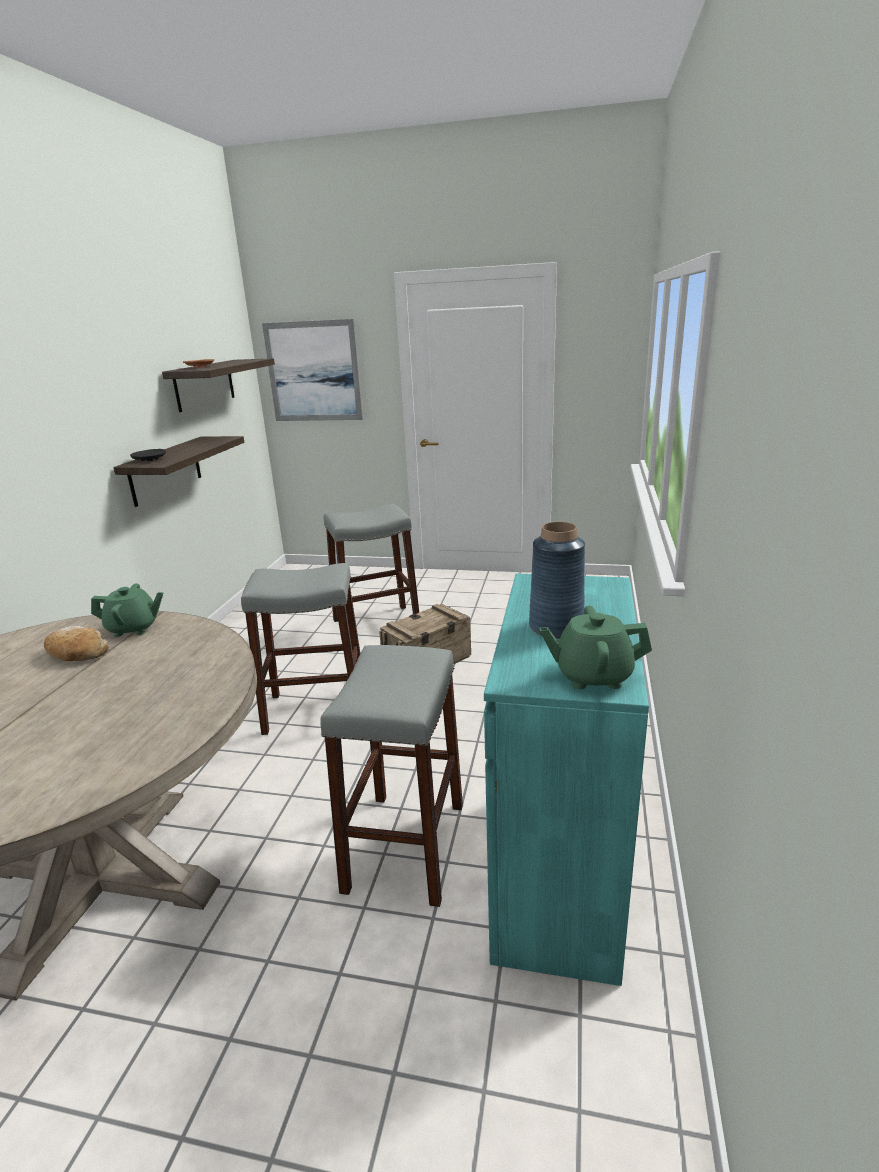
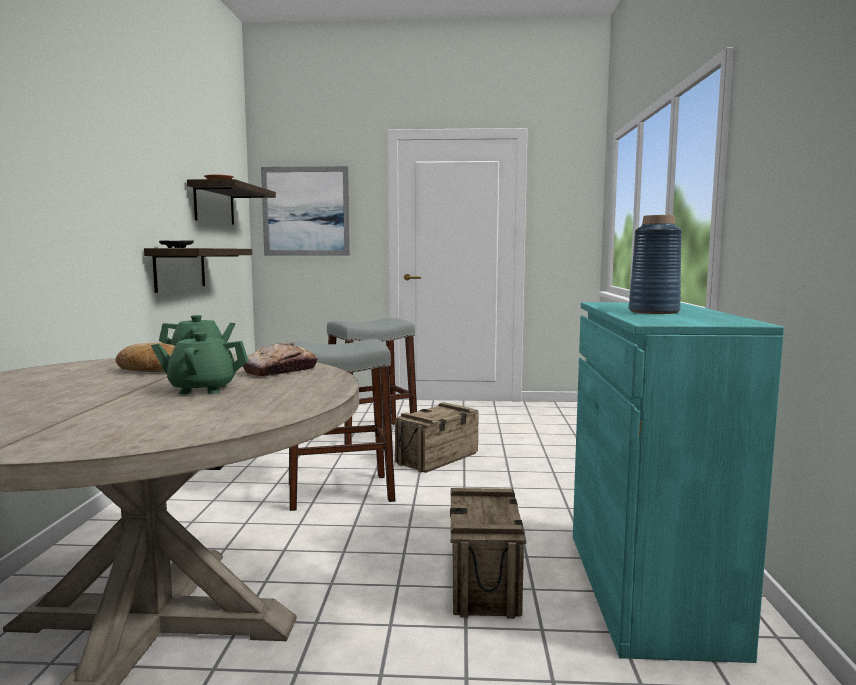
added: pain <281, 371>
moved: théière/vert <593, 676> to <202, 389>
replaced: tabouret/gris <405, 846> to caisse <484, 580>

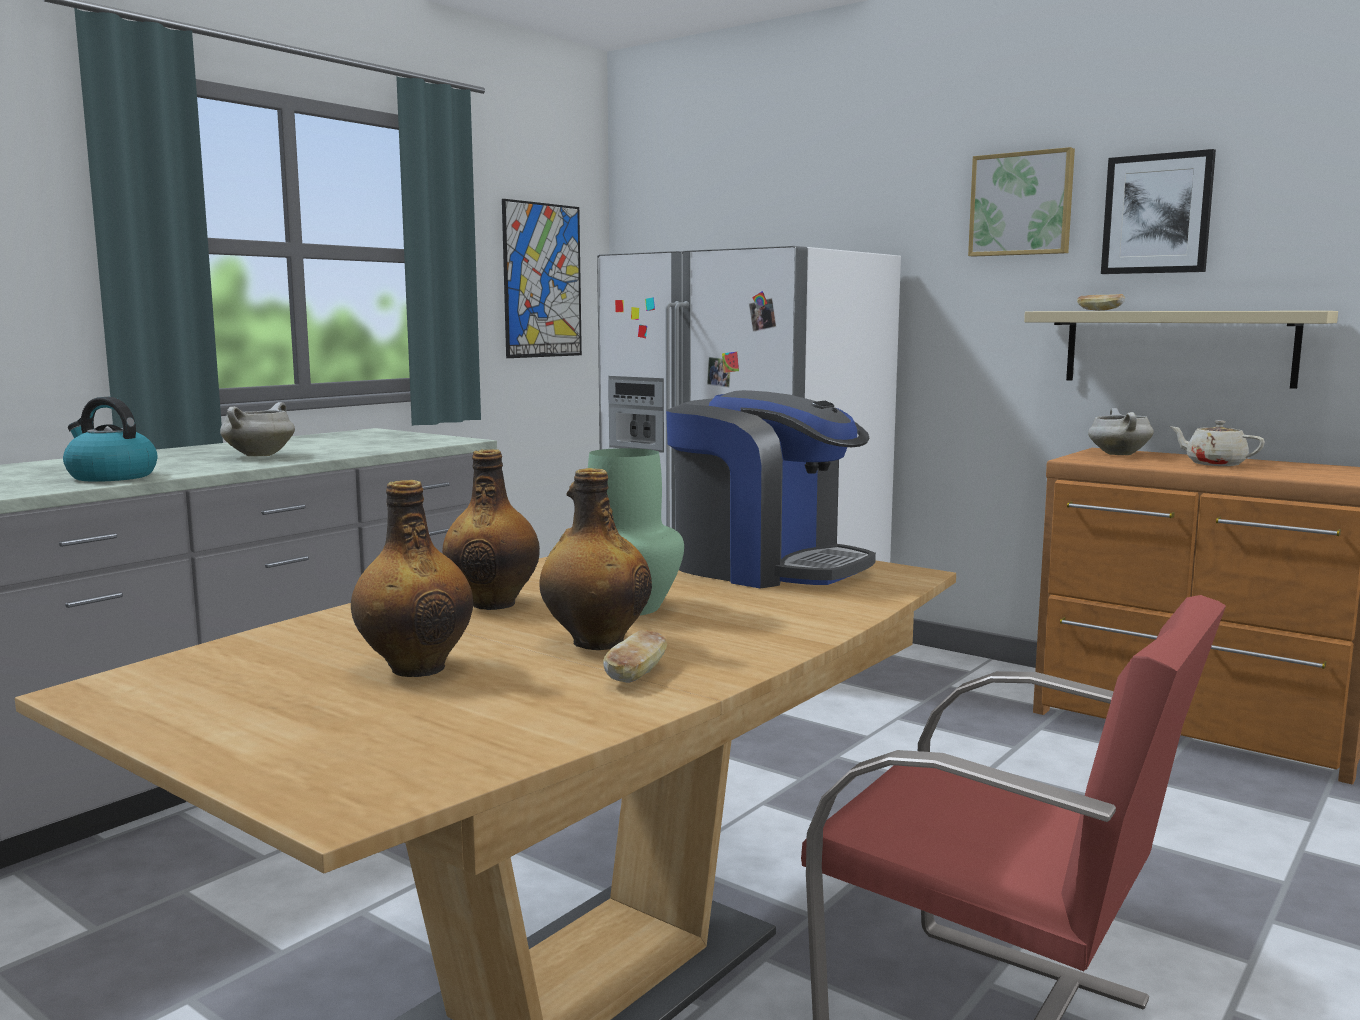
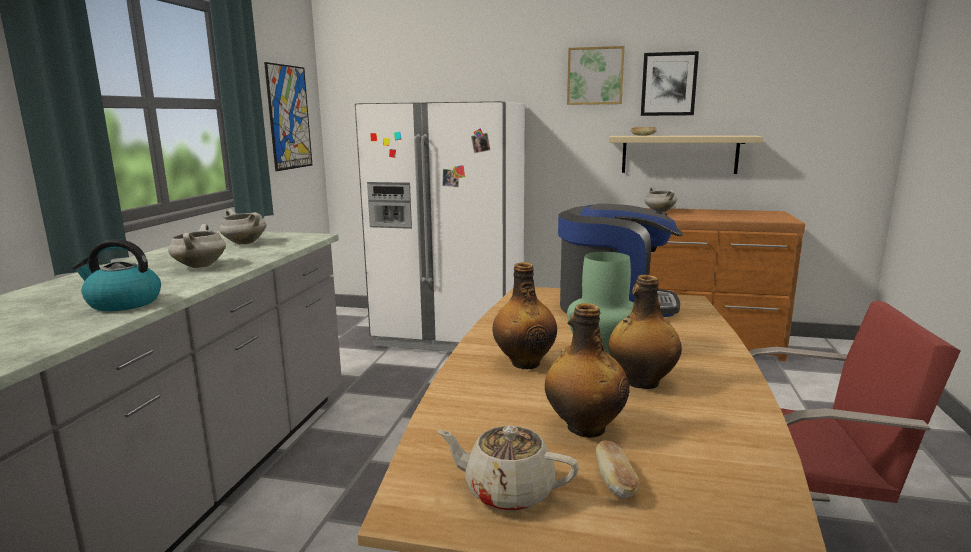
added: marmite/blanc <244, 243>
moved: pain <636, 675> to <615, 483>; théière/beige <1214, 464> to <507, 491>

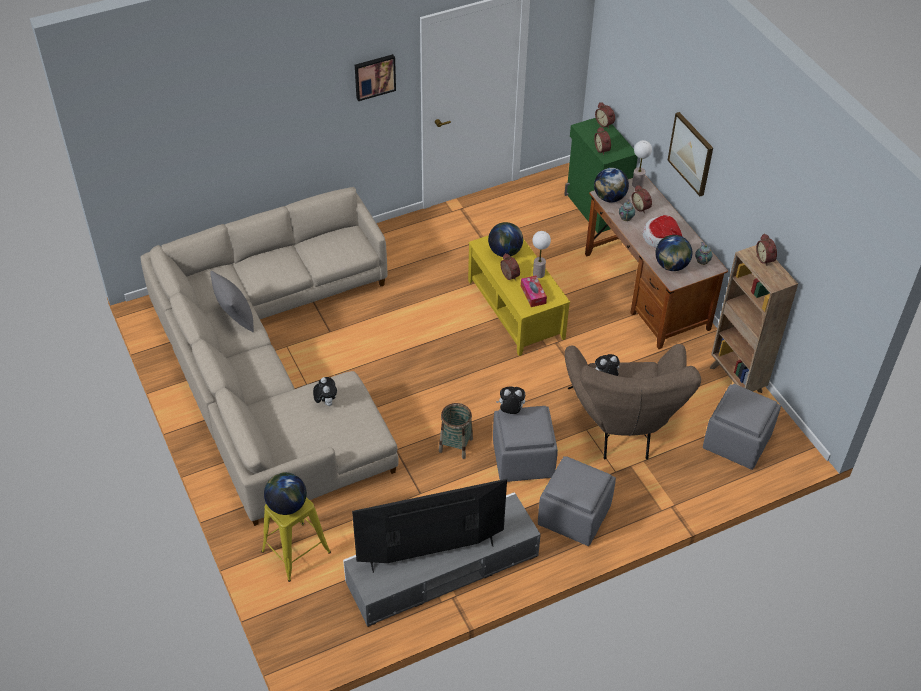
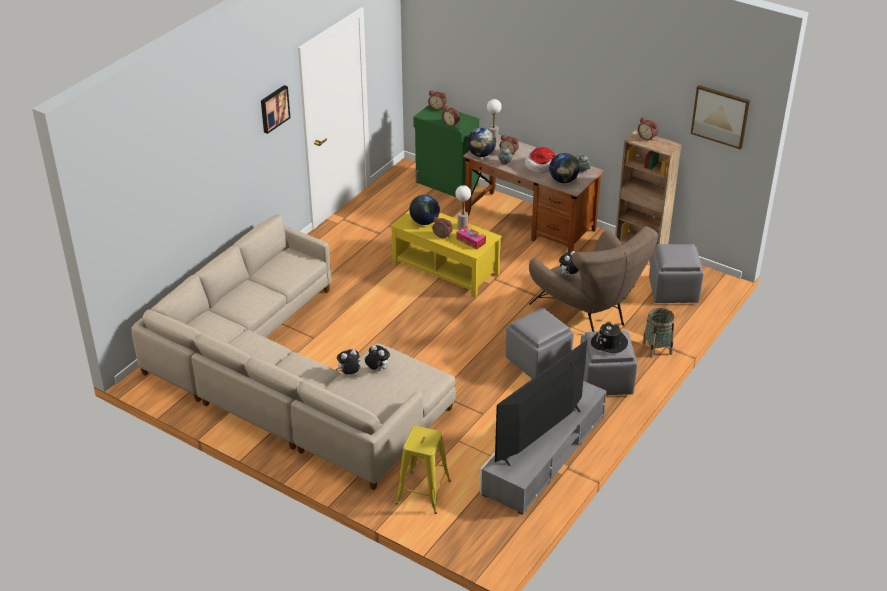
removed: coussin/gris <235, 319>; globe <287, 505>
added: chapeau/noir <609, 343>
moved: panier <455, 445> to <657, 348>; peluche <510, 411> to <349, 374>; tableau <691, 153> to <720, 116>

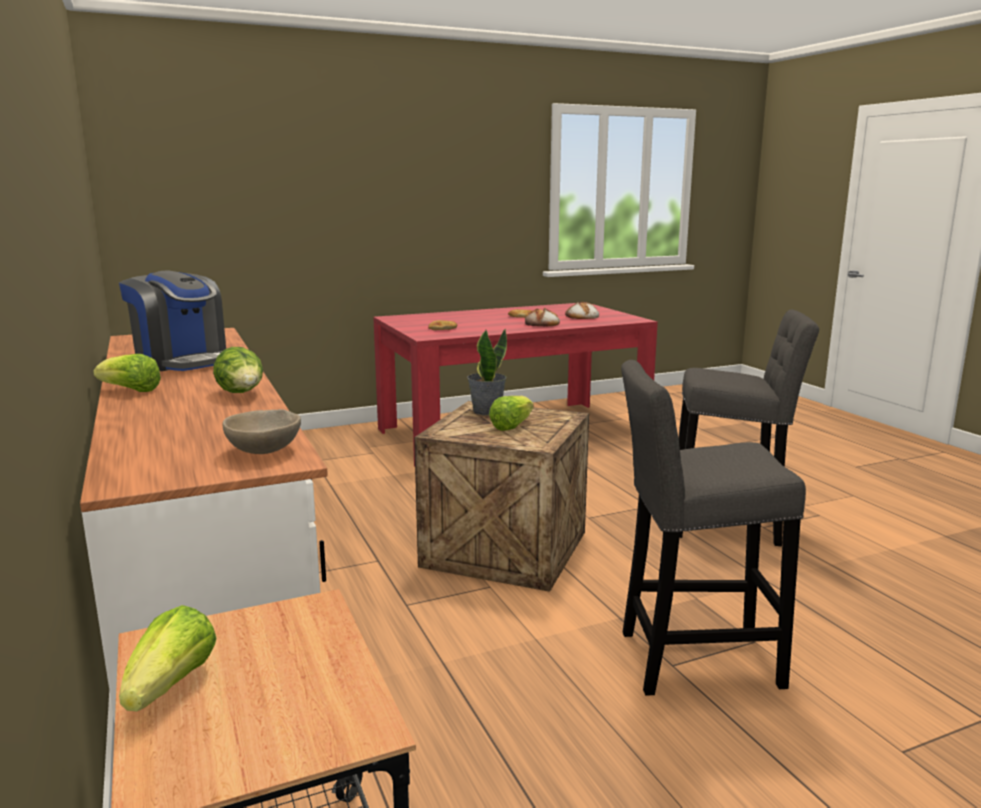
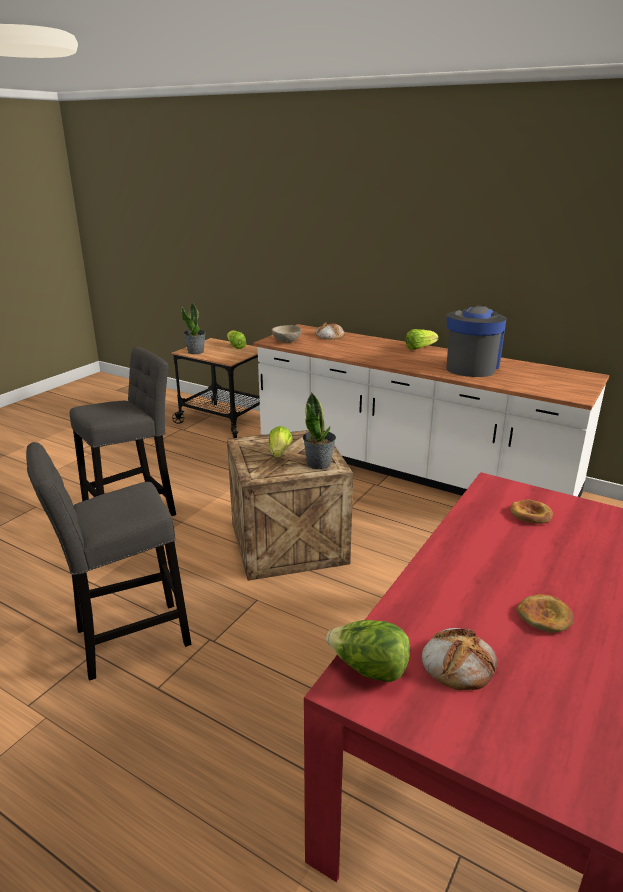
added: plante en pot <196, 352>
moved: laitue <242, 394> to <369, 669>; pain <542, 324> to <329, 335>
turned: machine à café <181, 361> = <471, 366> 105 degrees clockwise

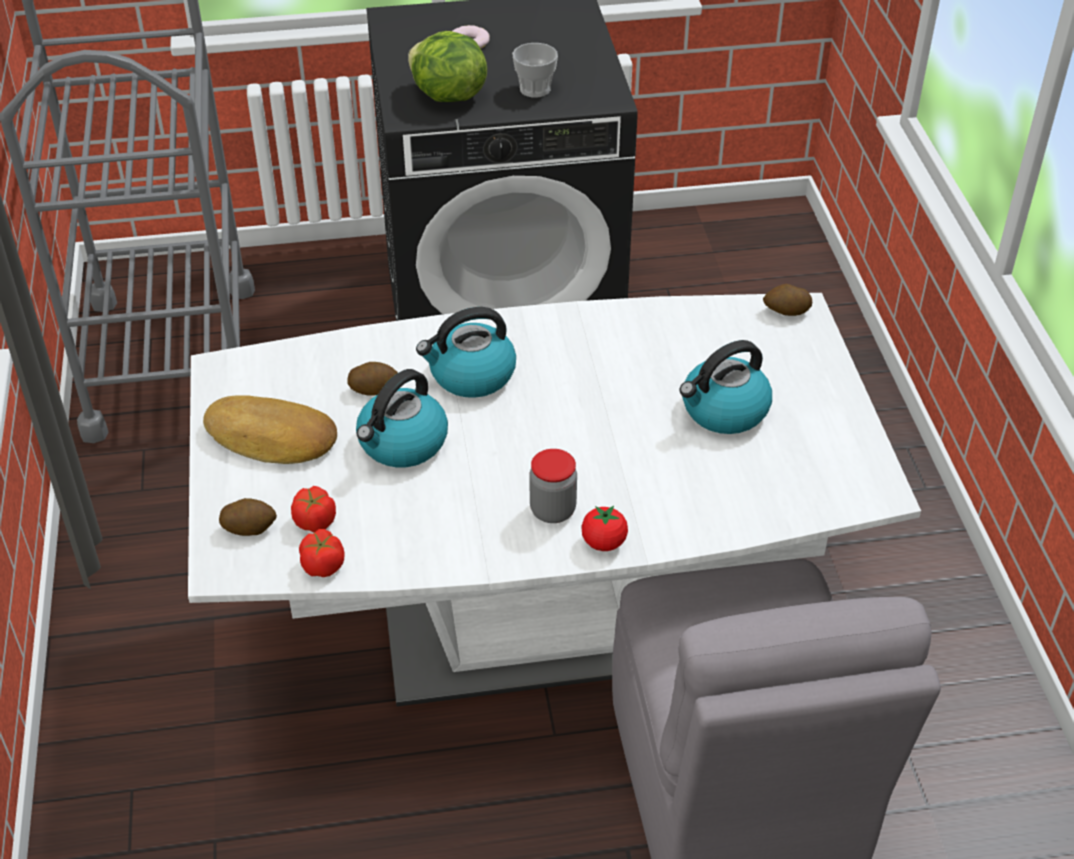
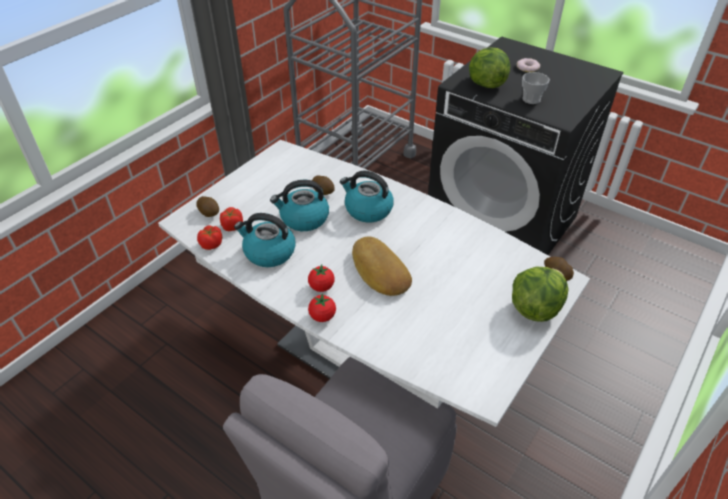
added: laitue <535, 308>
moved: pain <271, 439> to <379, 271>; bouilloire <723, 411> to <269, 252>
replaced: bocal <552, 510> to tomate <321, 287>

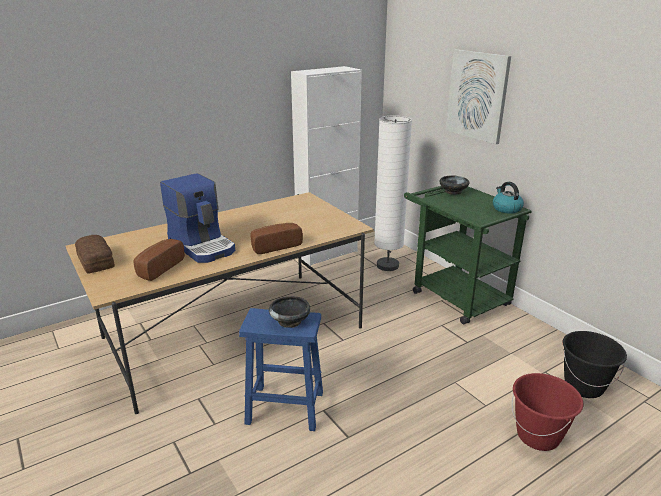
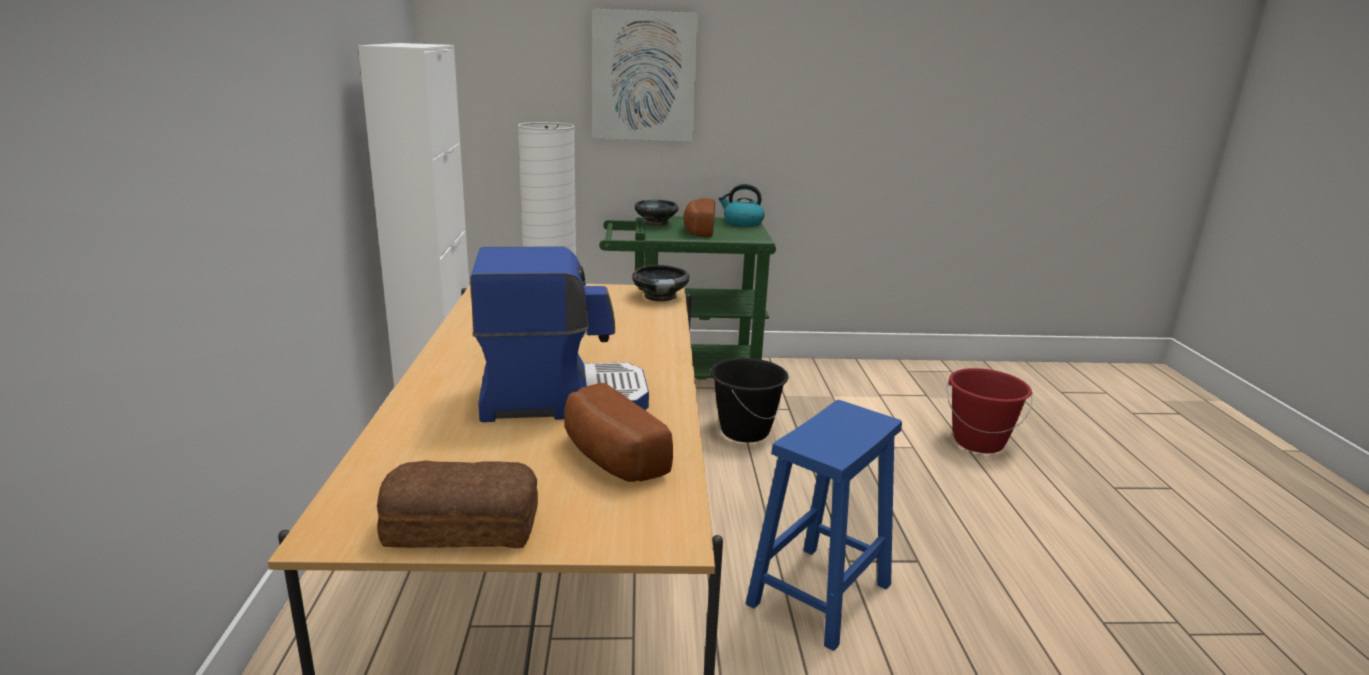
moved: pain <275, 246> to <698, 230>; bol/noir <290, 321> to <660, 296>; seau/noir <583, 386> to <744, 431>

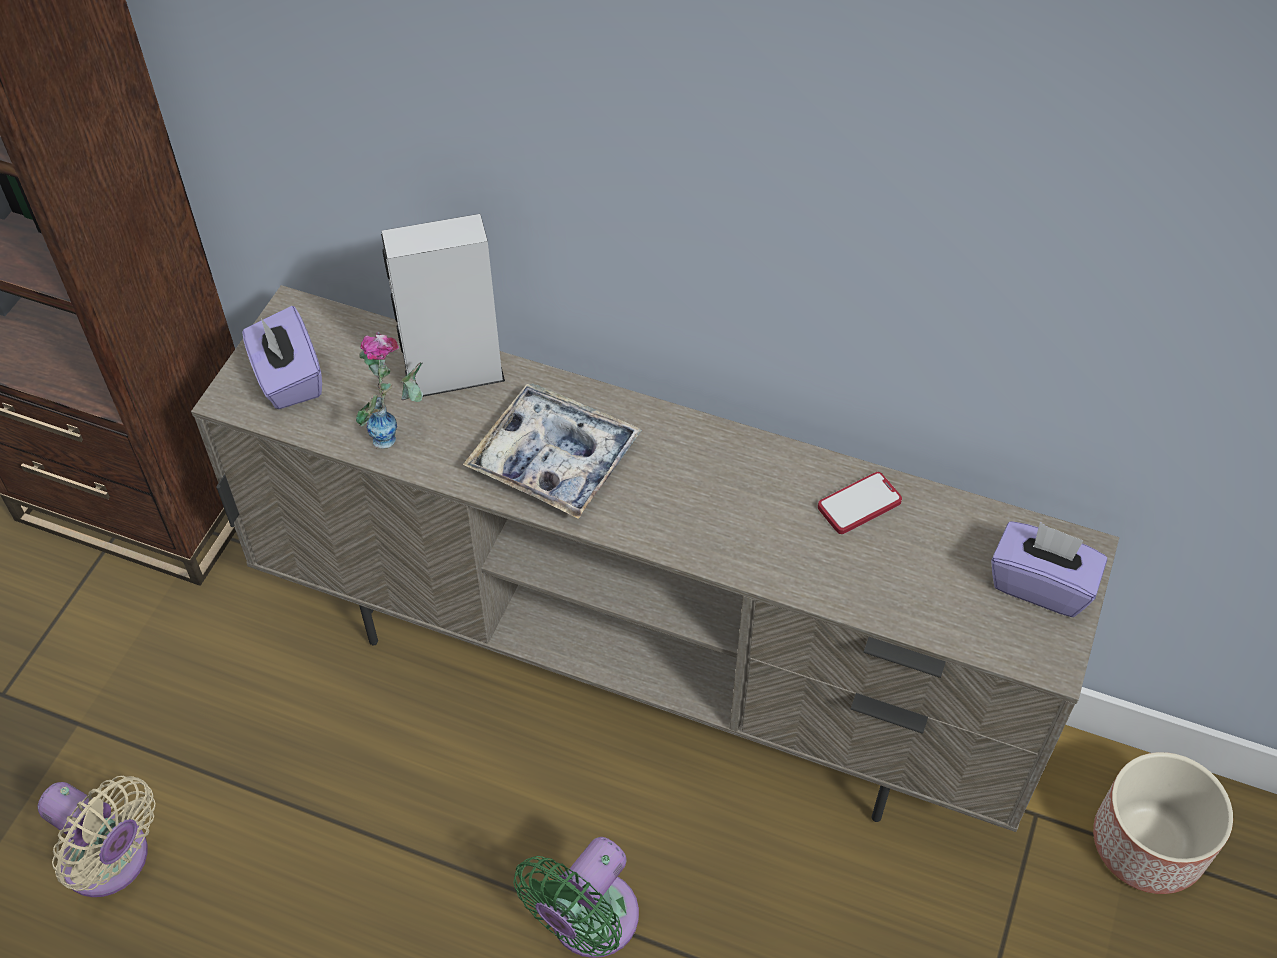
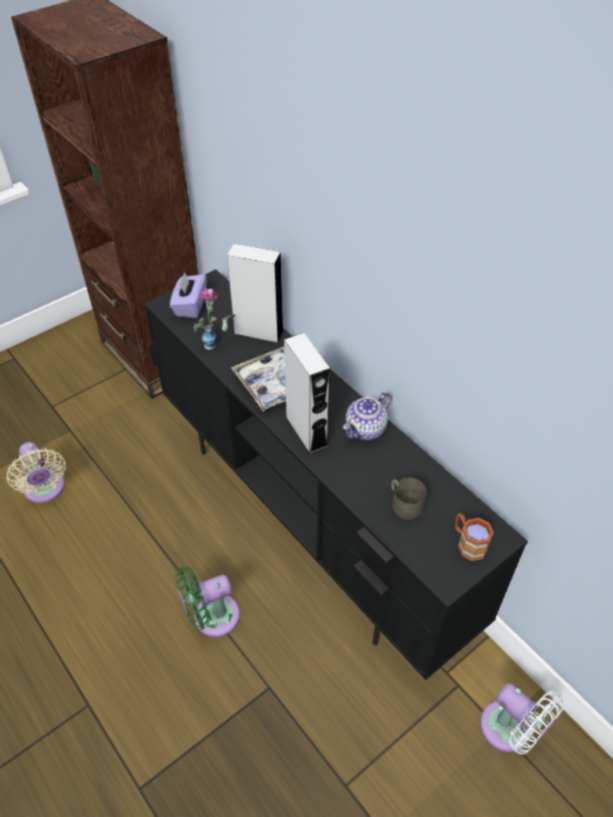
removed: téléphone <859, 504>
added: enceinte/gris <306, 431>; théière <366, 429>; mug/gris <404, 504>
replaced: boîte à mouchoirs/violet <1040, 584> to mug/marron <468, 543>; cache-pot <1147, 841> to ventilateur/blanc <510, 731>
recoloured: meuble télé/beige <645, 672> to meuble télé/noir <310, 522>

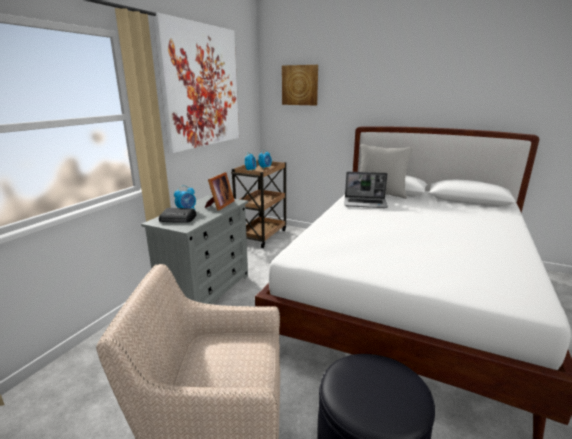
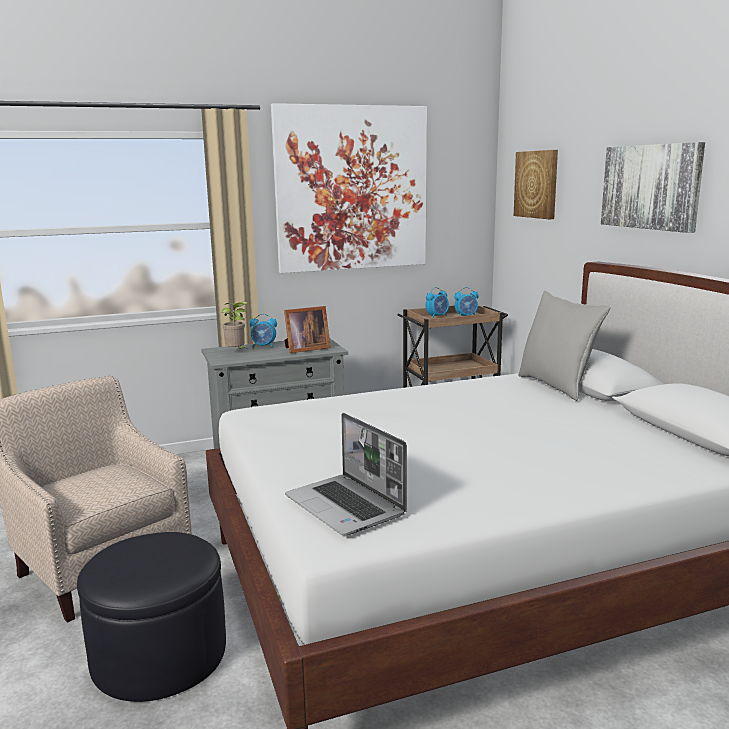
added: tableau <651, 187>
moved: ordinateur portable <365, 203> to <346, 506>
replaced: radio <178, 219> to plante en pot <237, 352>

